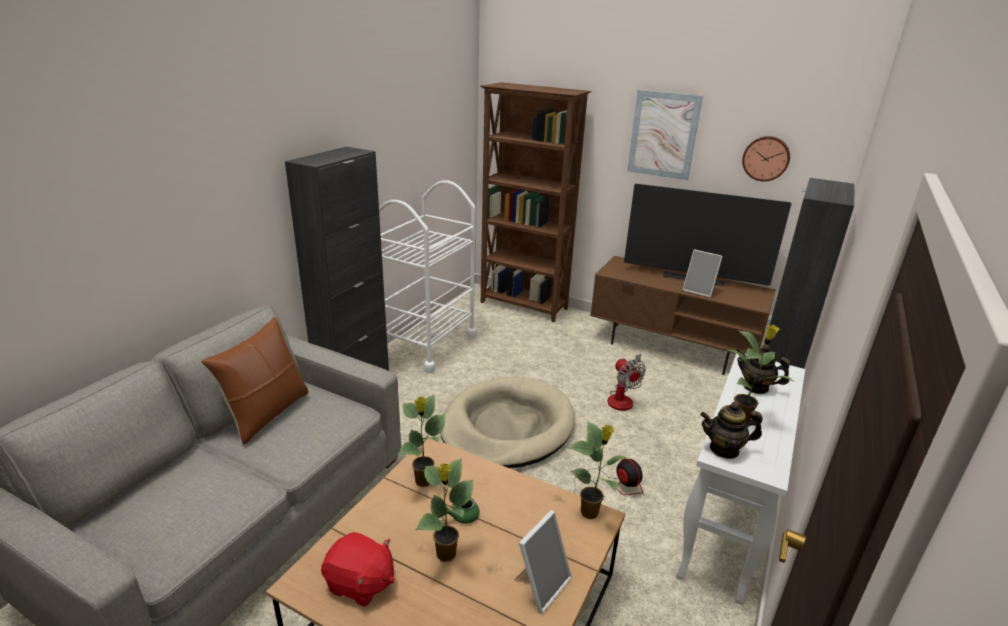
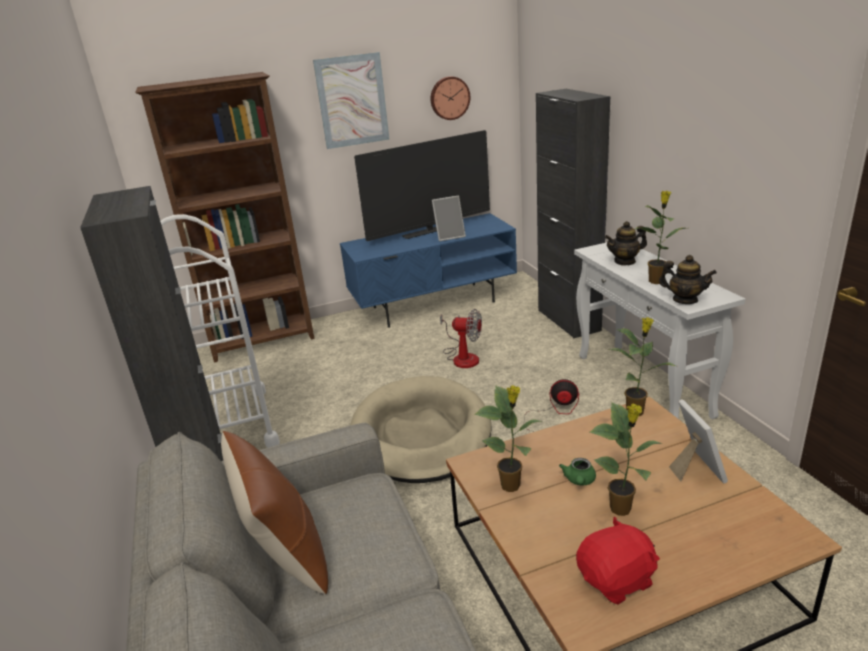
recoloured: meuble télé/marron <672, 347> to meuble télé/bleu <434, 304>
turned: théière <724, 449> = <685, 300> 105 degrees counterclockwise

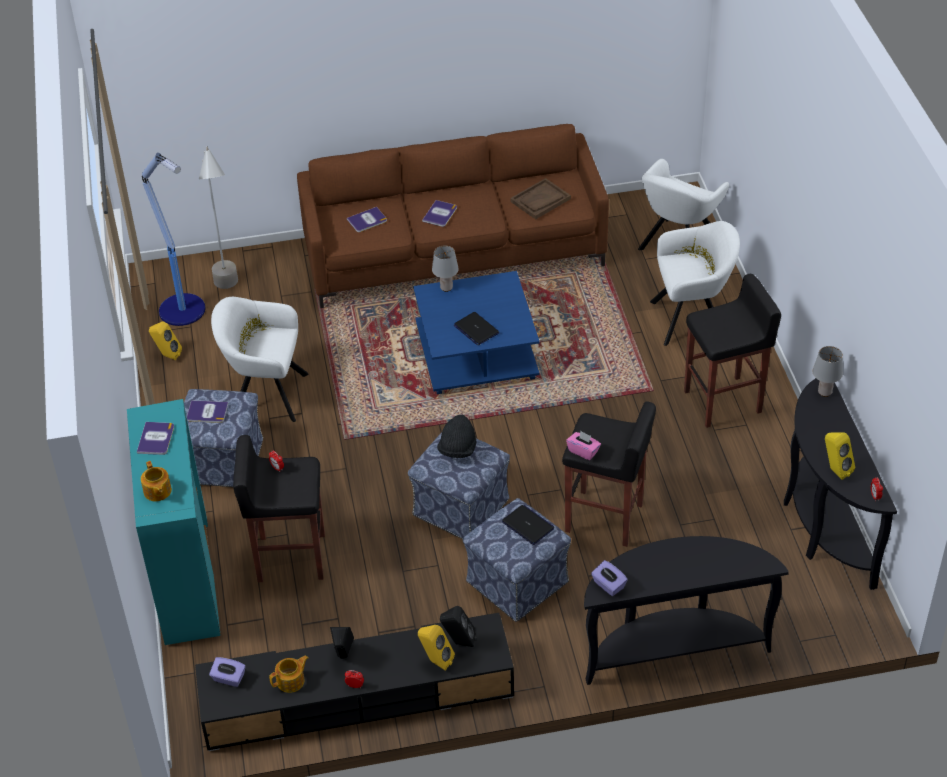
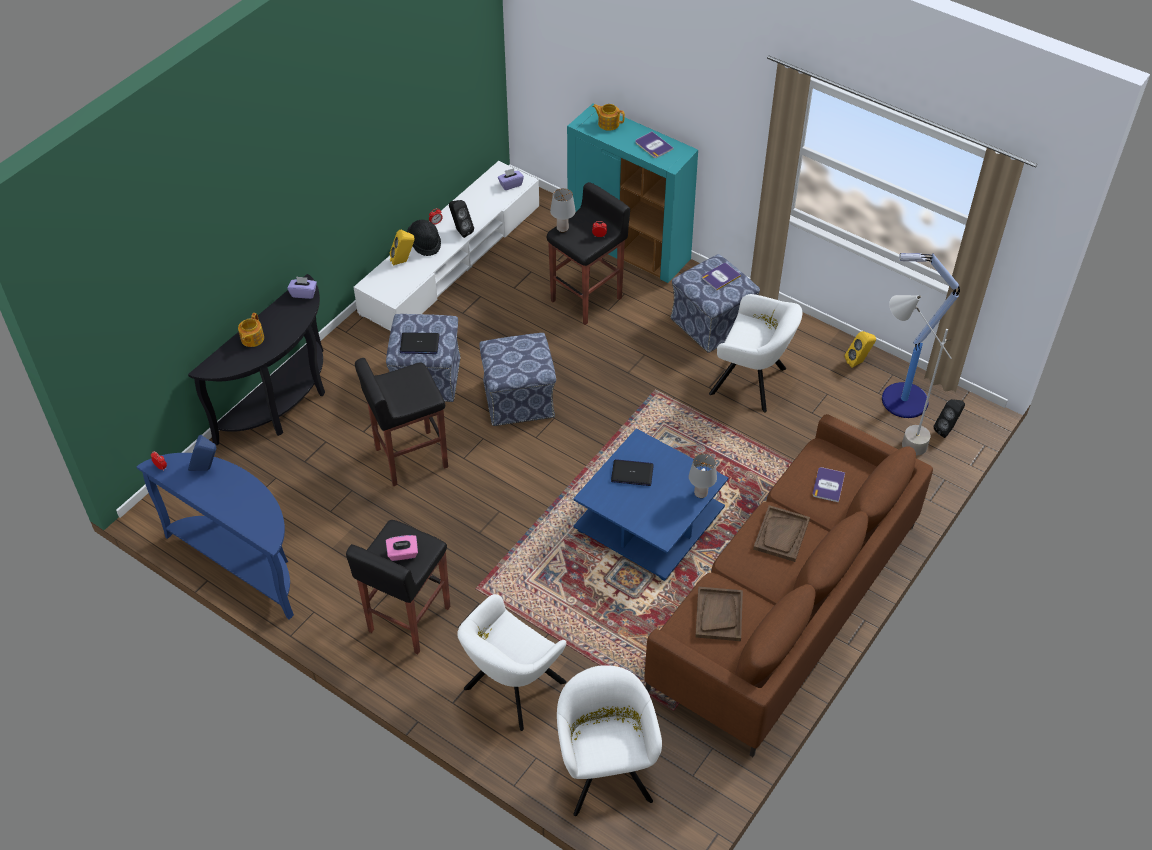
moved: théière <291, 681> to <252, 339>; chapeau/noir <457, 449> to <425, 243>; enceinte/noir <458, 642> to <947, 430>; boîte à mouchoirs/rose <583, 451> to <403, 554>; lampe de table/gris <824, 392> to <562, 228>
replaced: livre <440, 214> to plateau/marron <781, 535>
recoloured: meuble télé/noir <356, 696> to meuble télé/blanc <452, 259>; table console/noir <822, 525> to table console/bleu <242, 562>; enceinte/jaune <835, 470> to enceinte/bleu <206, 469>
turned: fauteuil/blanc <265, 394> = <752, 383> 60 degrees clockwise

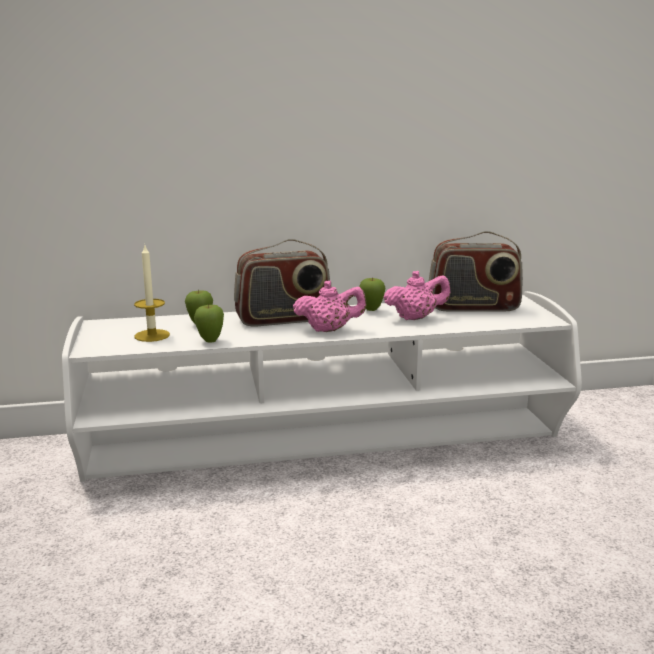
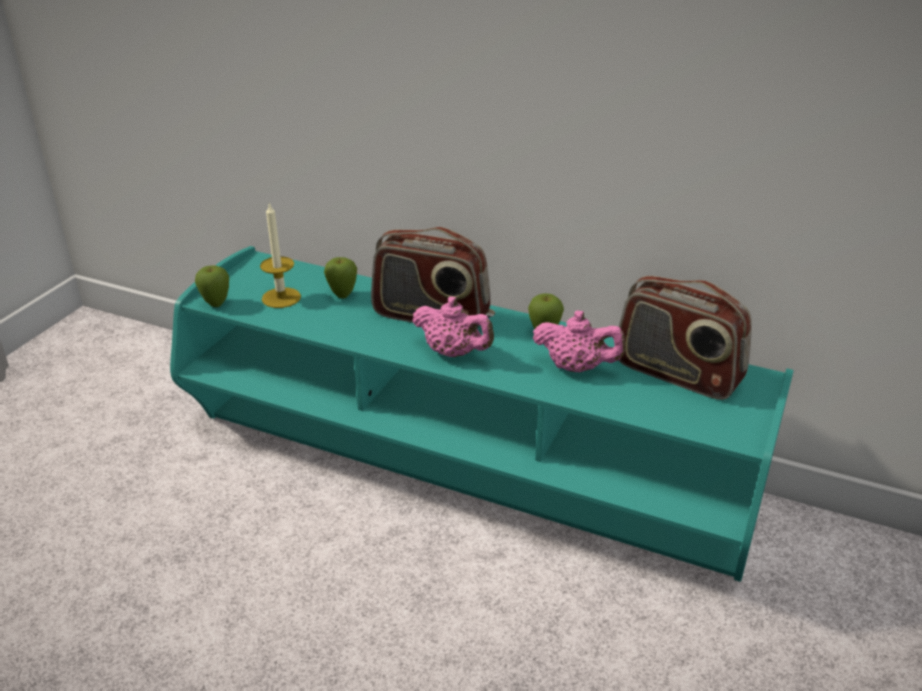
moved: pomme <210, 341> to <216, 304>
recoloured: meuble télé/blanc <327, 444> to meuble télé/turquoise <462, 469>

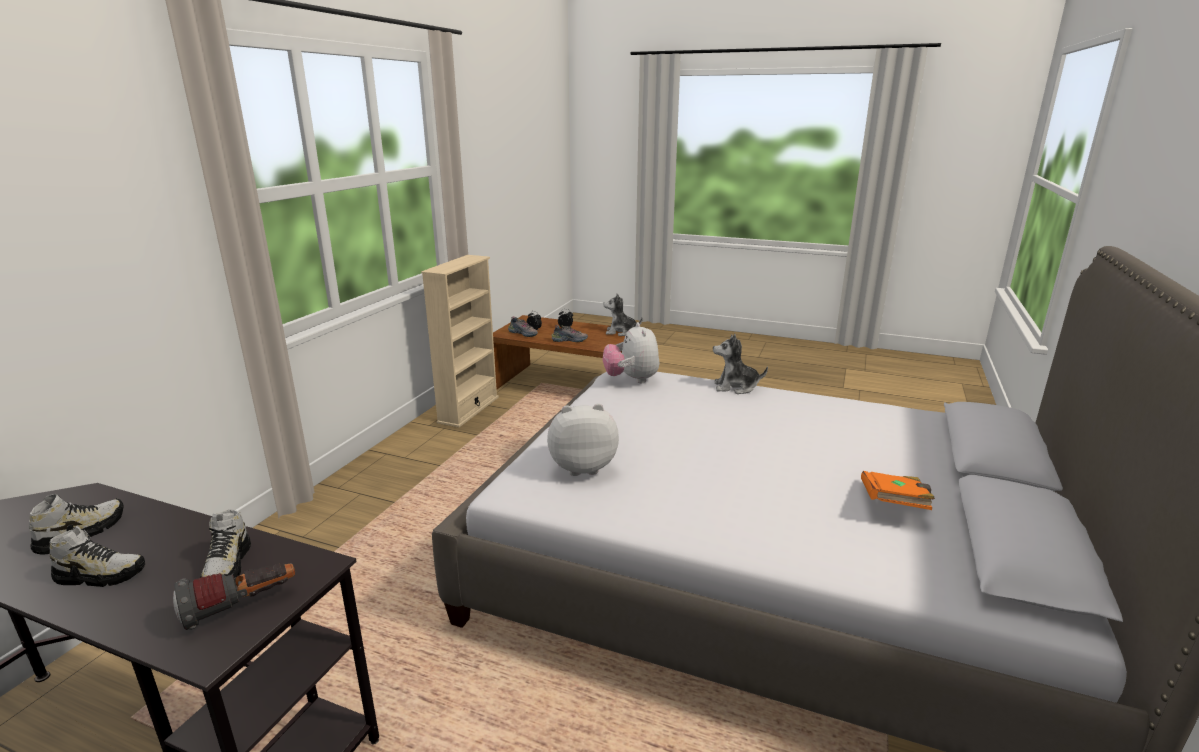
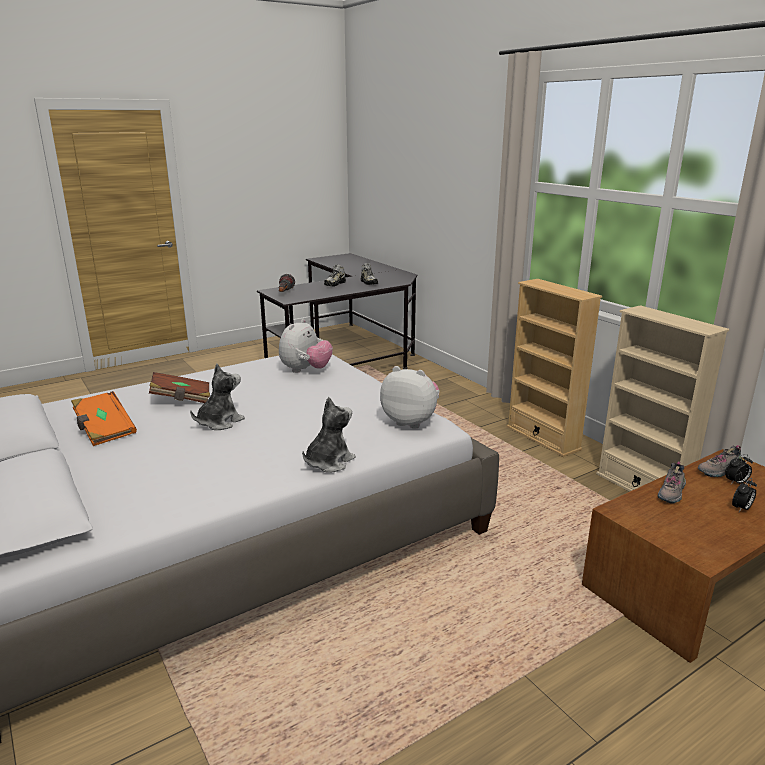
removed: chaussure <228, 566>
added: livre/marron <181, 399>; bibliothèque/beige <543, 438>
moved: peluche <620, 332> to <219, 422>

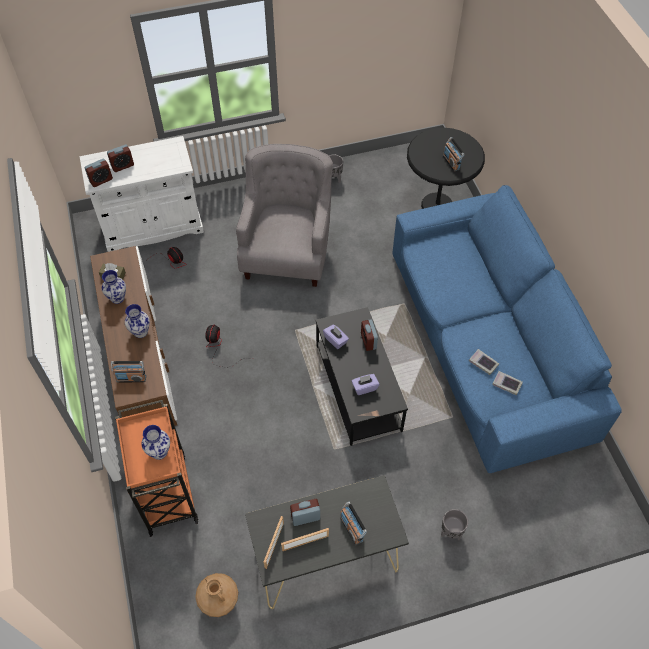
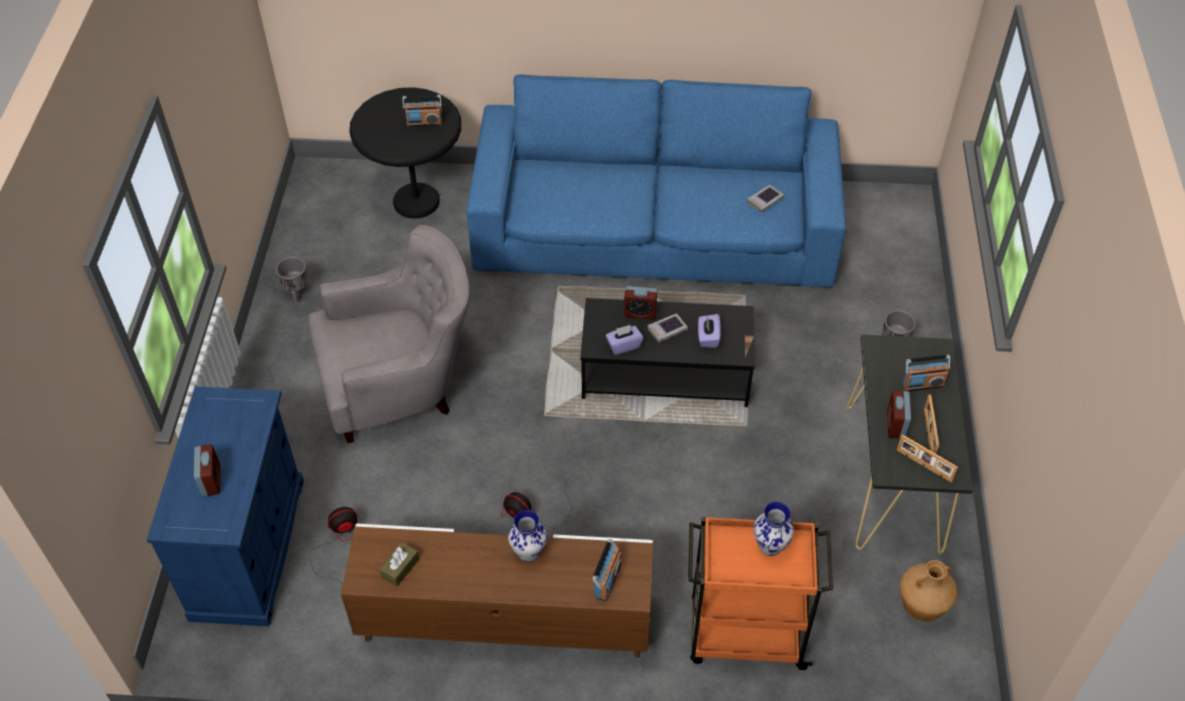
removed: réveil <101, 180>; vase <118, 298>
moved: livre <483, 363> to <667, 330>
recoloured: meuble de rangement/blanc <152, 226> to meuble de rangement/bleu <249, 548>
turned: fauteuil/gris <287, 250> = <400, 385> 135 degrees clockwise

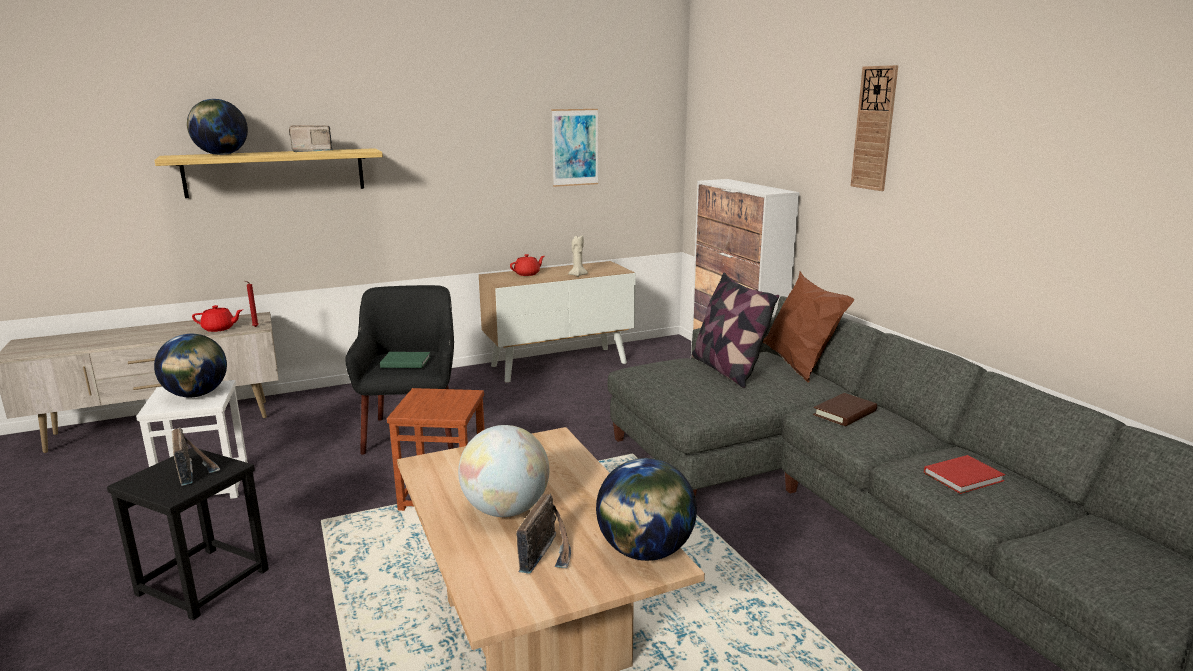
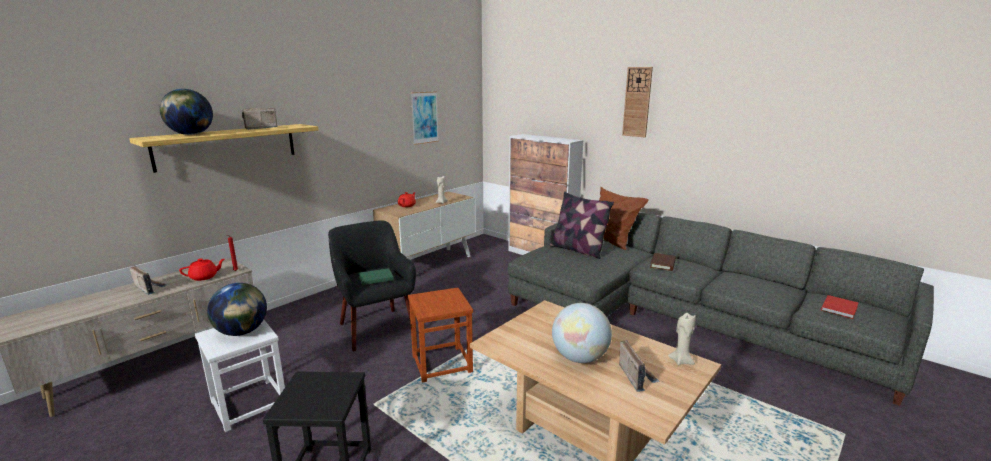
moved: radio <195, 470> to <150, 288>; livre/rouge <965, 477> to <840, 308>
replaced: globe <645, 551> to bougie/beige <681, 361>

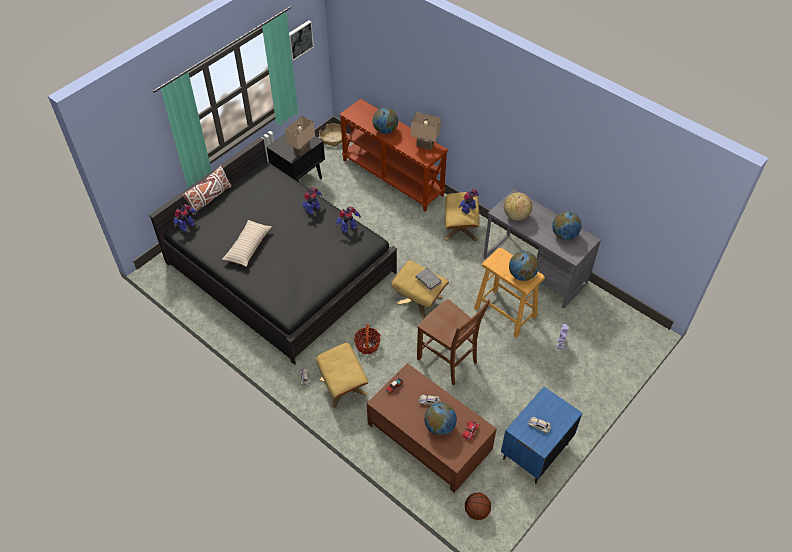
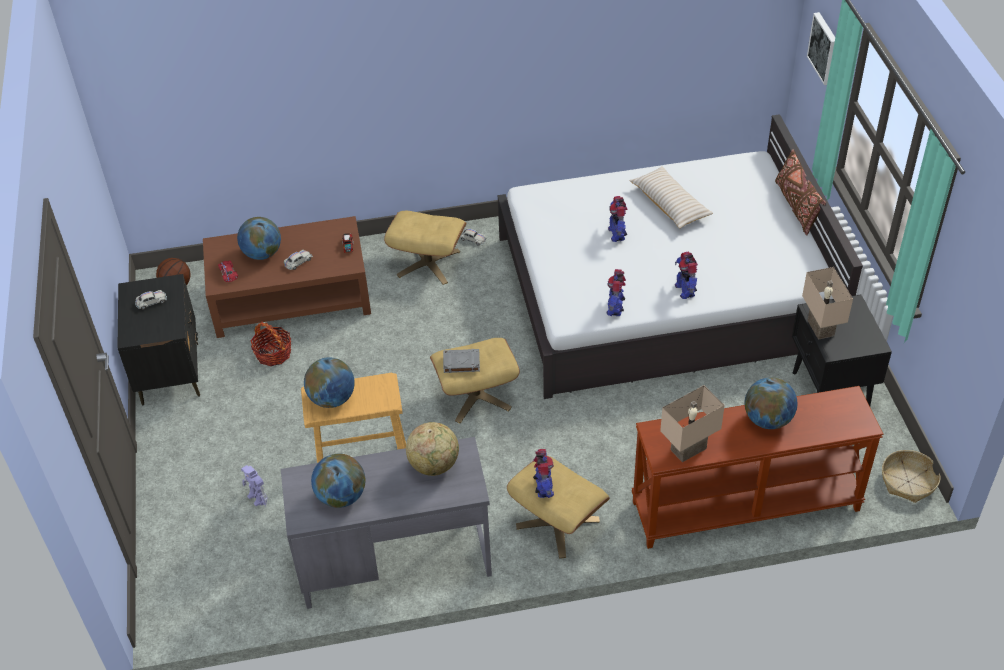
removed: chaise/marron <448, 361>
moved: robot jouet <187, 226> to <617, 234>; tableau <299, 40> to <824, 48>; panier <367, 345> to <273, 353>
recoloured: lit/noir <280, 267> to lit/blanc <664, 292>; coussin/blanc <209, 198> to coussin/marron <796, 206>; table de chevet/bleu <535, 452> to table de chevet/noir <171, 371>

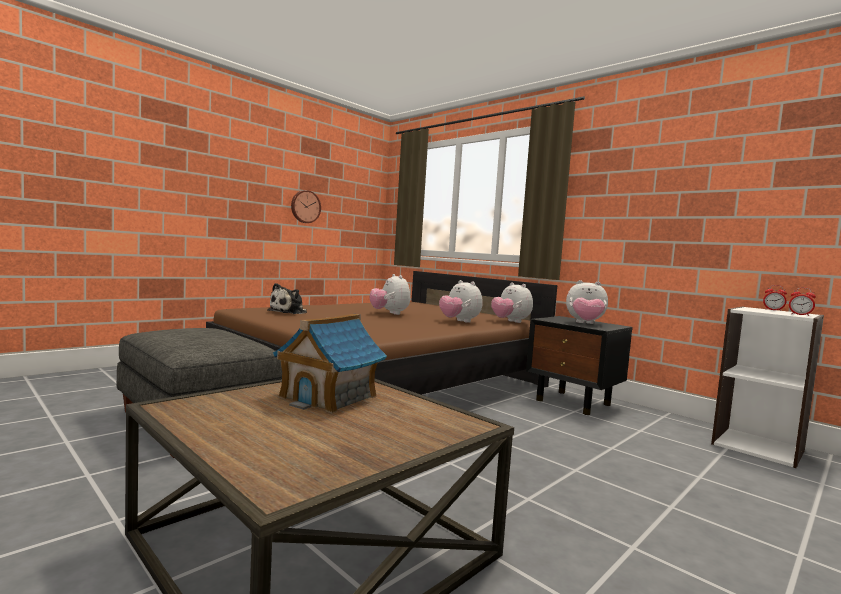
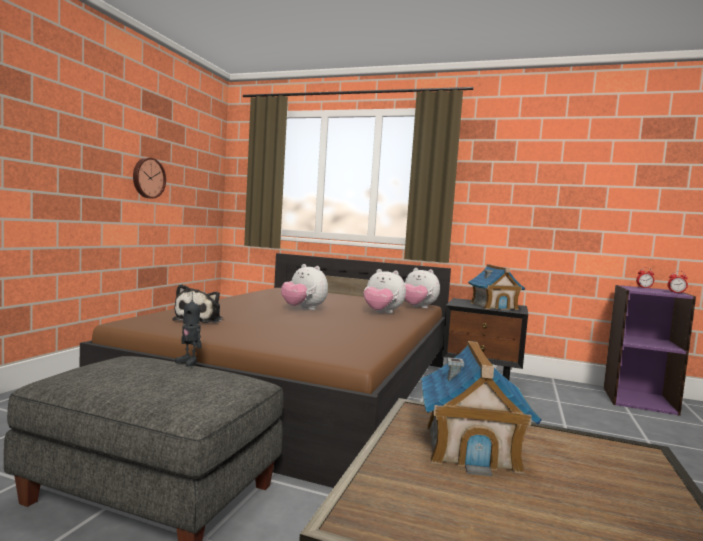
added: robot jouet <189, 362>
replaced: peluche <585, 323> to maison miniature <494, 306>
recoloured: bibliothèque/blanc <758, 446> to bibliothèque/violet <639, 400>

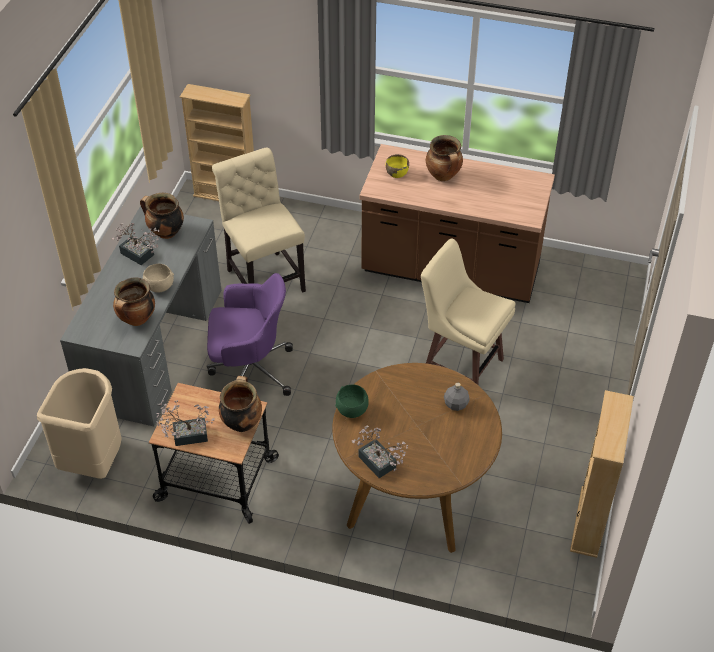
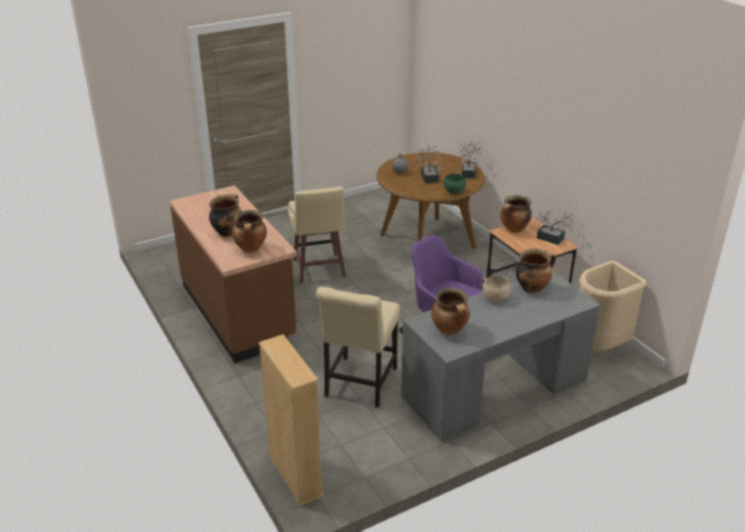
removed: bibliothèque/beige <589, 522>
moved: plante en pot <140, 256> to <429, 176>
replaced: bol/jaune <396, 173> to marmite <251, 249>

